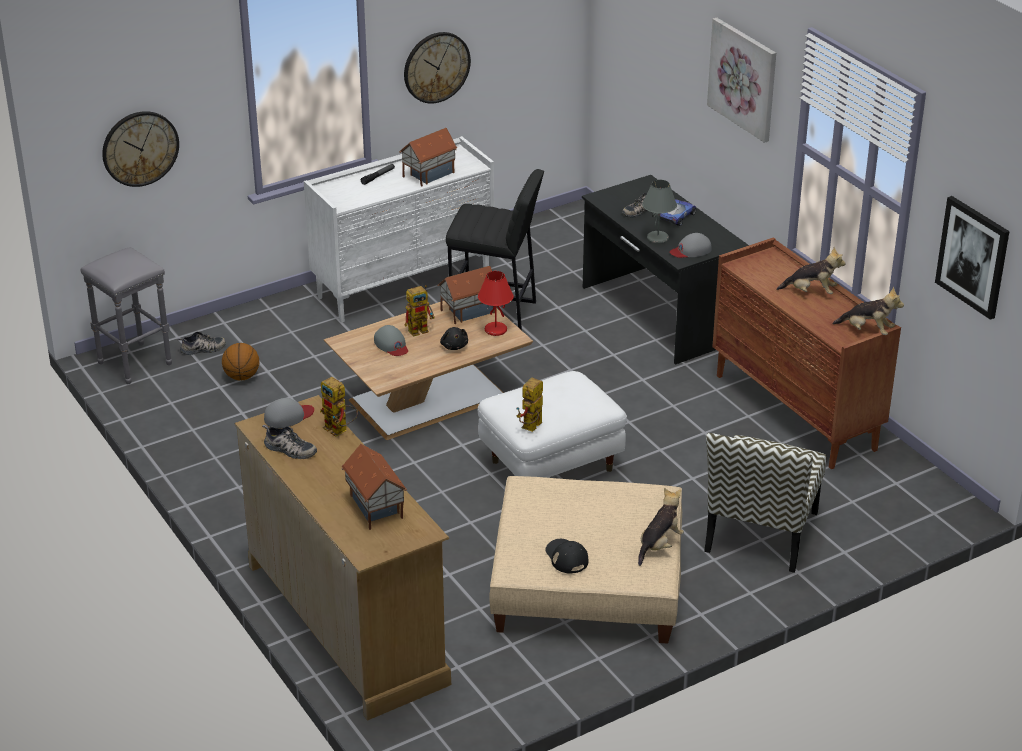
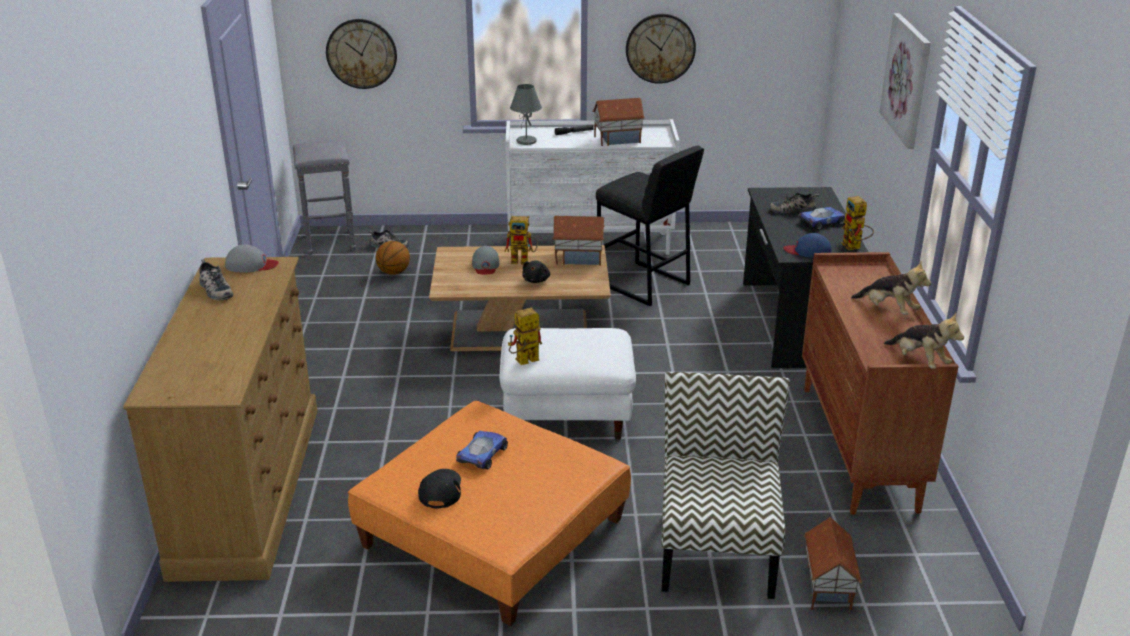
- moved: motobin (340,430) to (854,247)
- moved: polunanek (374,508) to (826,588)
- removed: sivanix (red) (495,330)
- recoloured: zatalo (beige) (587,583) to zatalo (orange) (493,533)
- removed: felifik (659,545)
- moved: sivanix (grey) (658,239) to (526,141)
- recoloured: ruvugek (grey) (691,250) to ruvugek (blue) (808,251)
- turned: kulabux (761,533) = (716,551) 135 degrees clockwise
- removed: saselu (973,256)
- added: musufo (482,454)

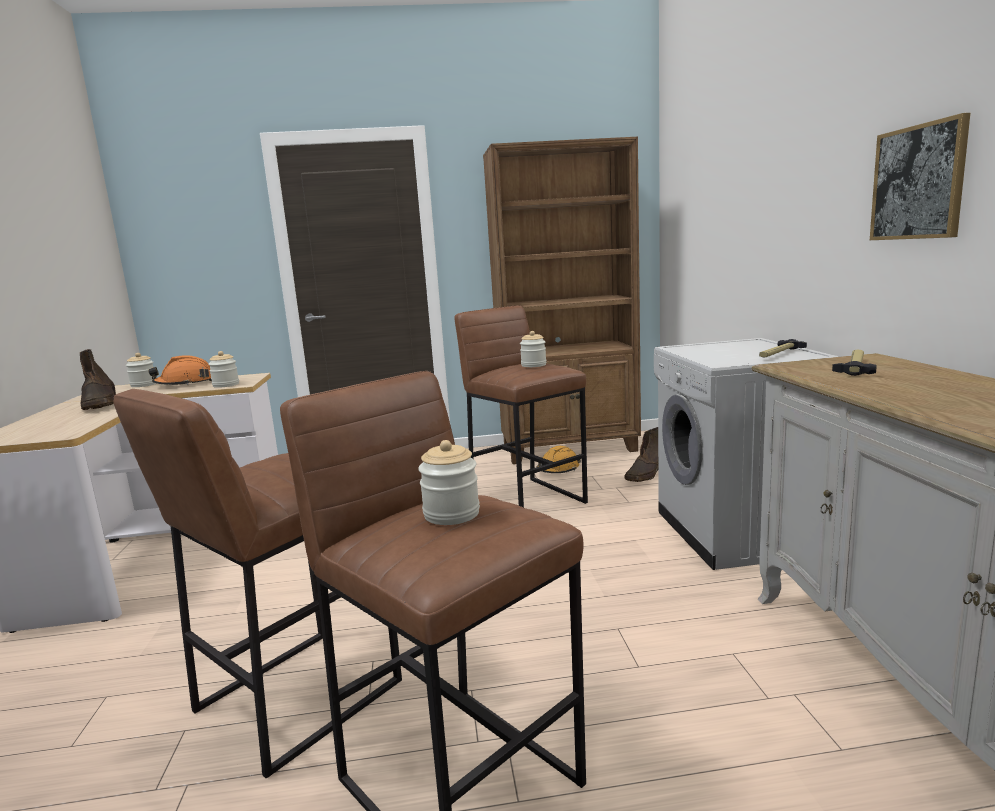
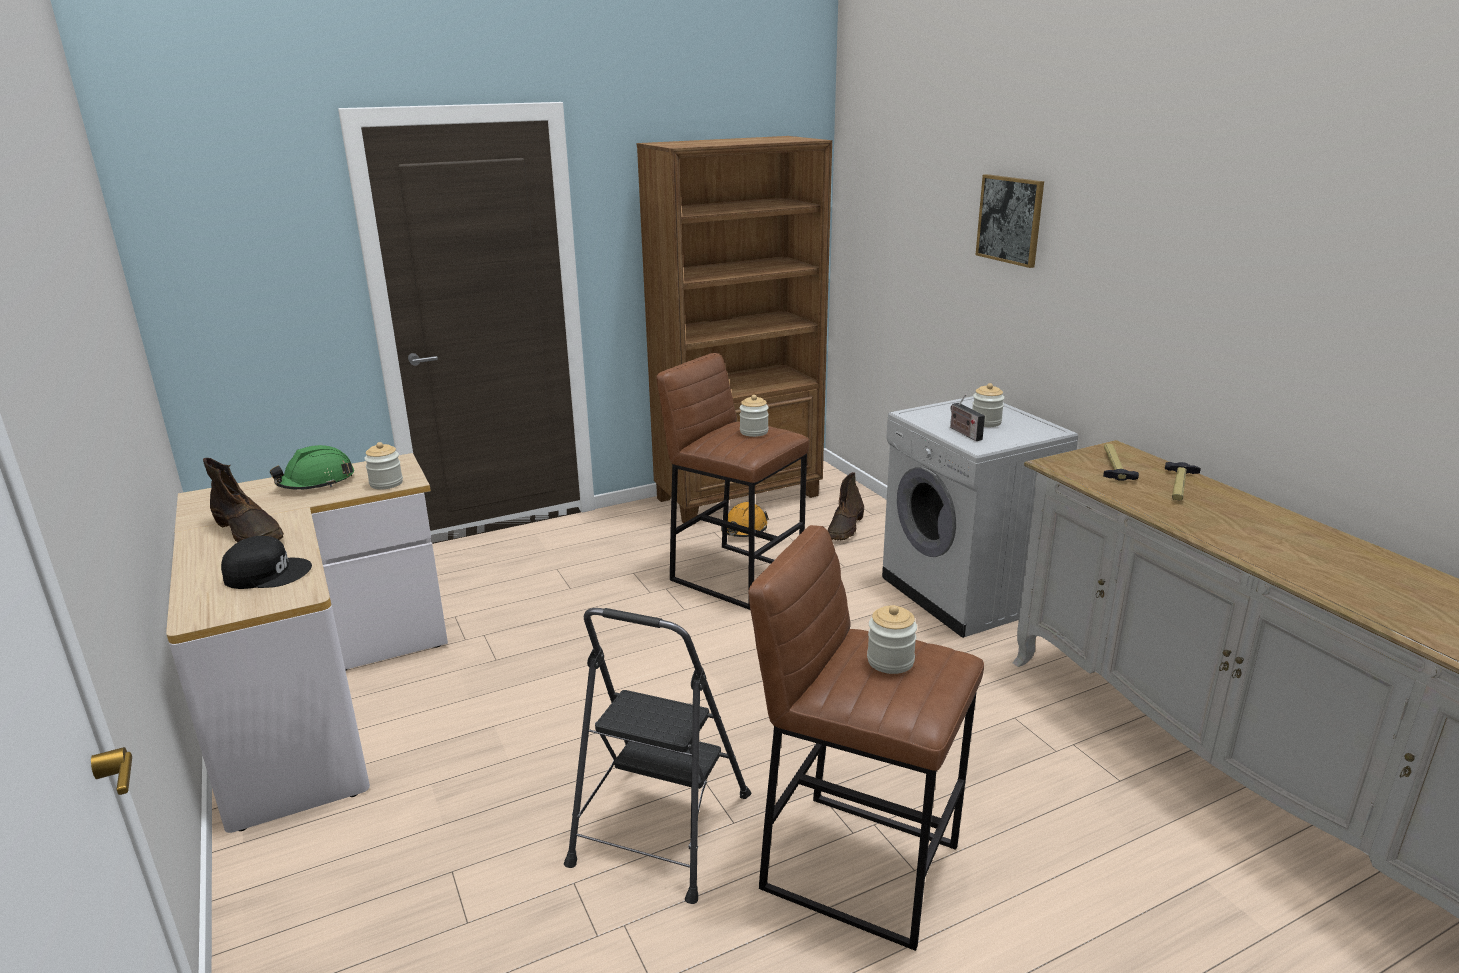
- replaced: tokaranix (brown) (296,697) to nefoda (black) (658,830)
- moved: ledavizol (144,385) to (986,422)
- recoloured: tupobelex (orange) (186,383) to tupobelex (green) (316,482)
- moved: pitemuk (779,354) to (1179,487)
- moved: saselu (918,182) to (1010,219)
- added: ruvugek (black) (267,573)
- added: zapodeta (964,433)

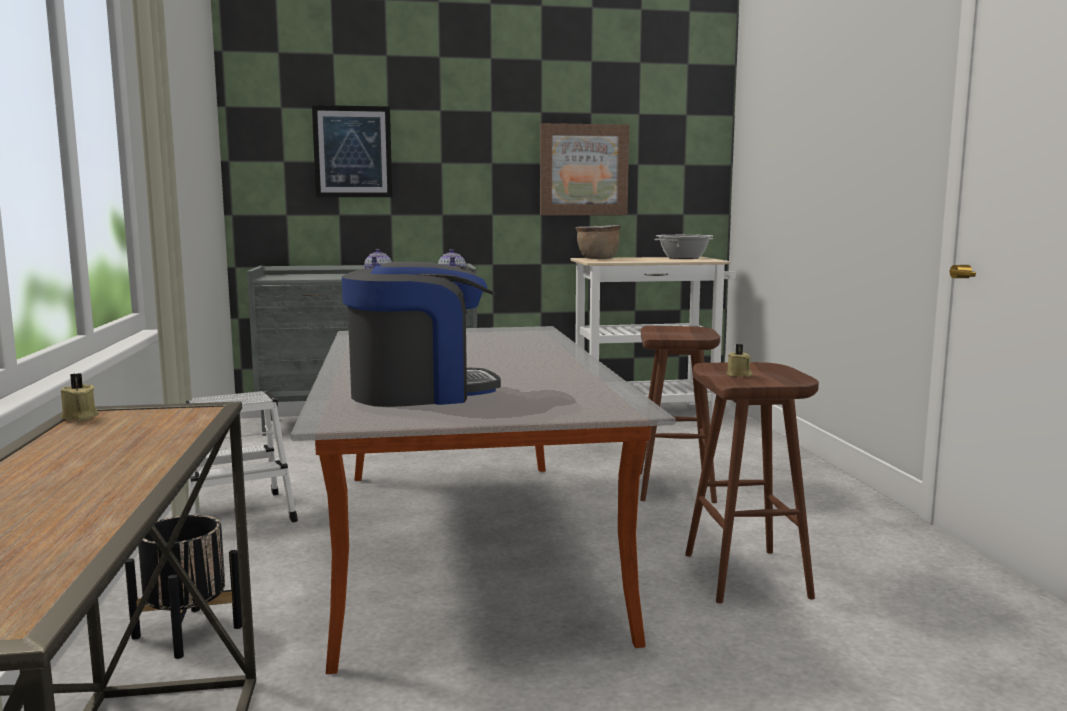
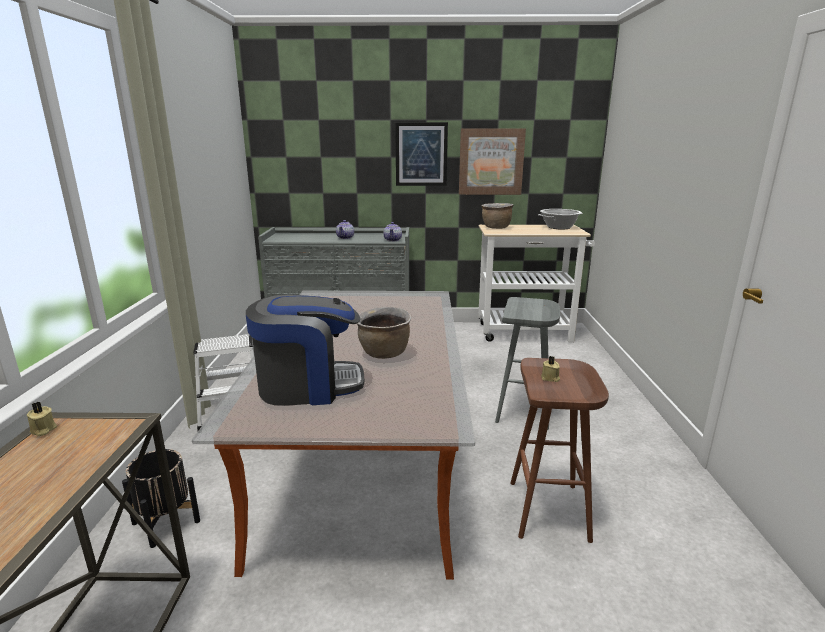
- moved: saselu (353,152) to (421,154)
- recoloured: tokaranix (brown) (676,488) to tokaranix (grey) (524,411)
- added: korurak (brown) (384,354)

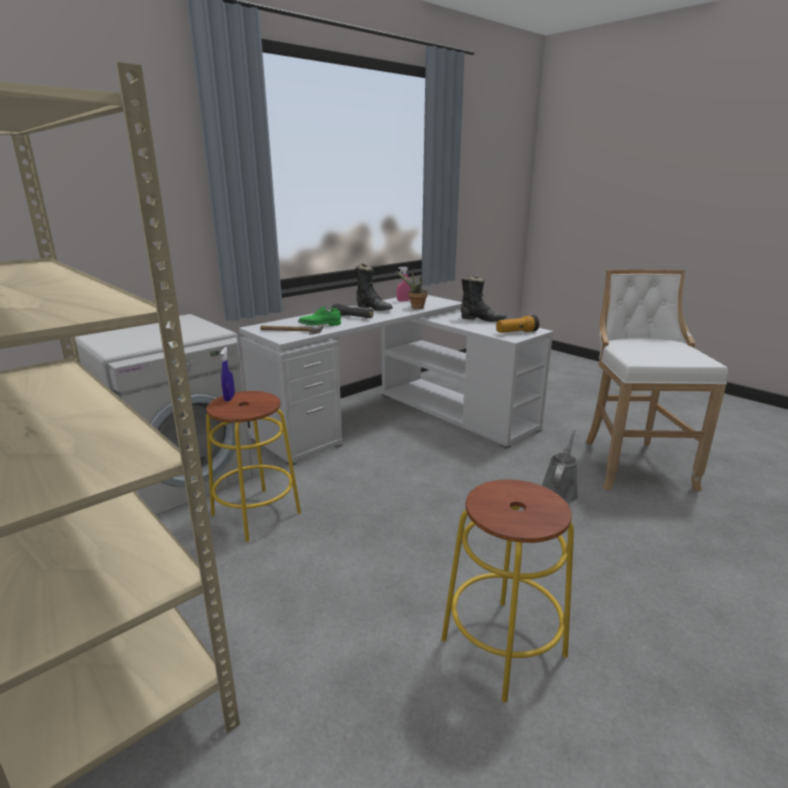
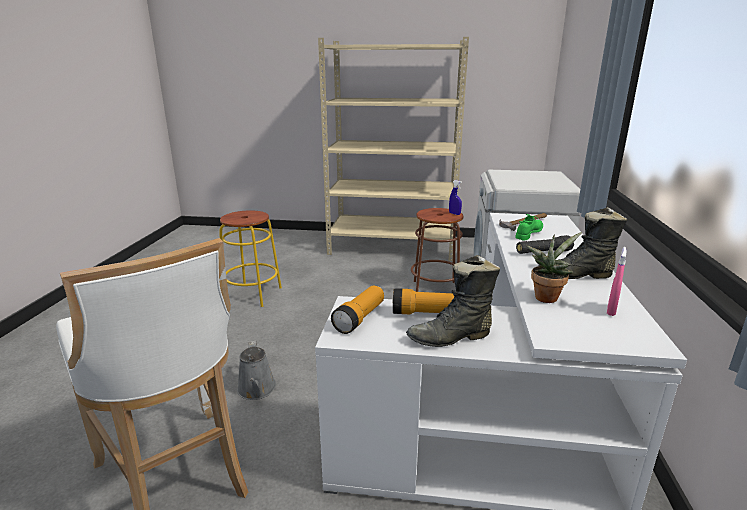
- recoloured: tokaranix (yellow) (256,513) to tokaranix (brown) (435,290)
- added: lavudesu (425,313)

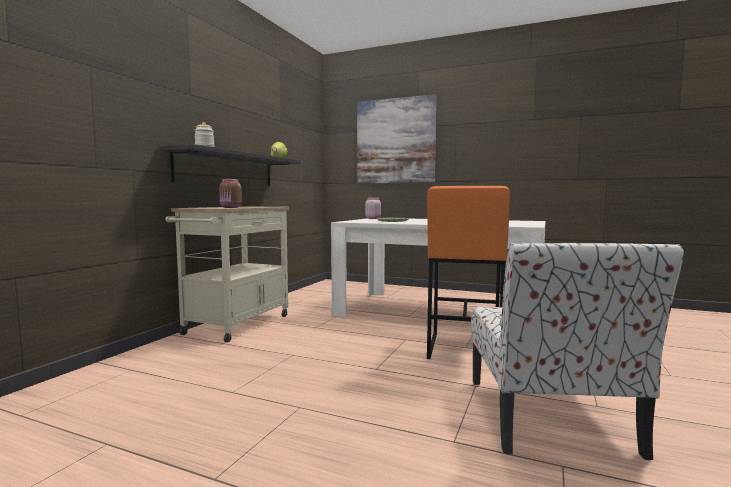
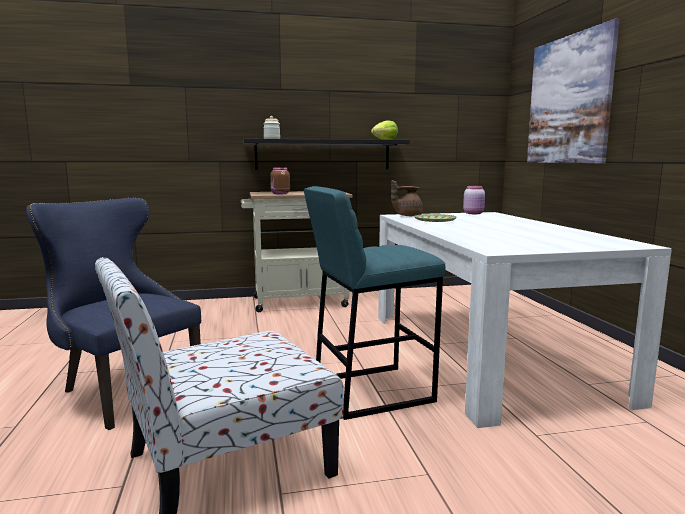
- recoloured: tokaranix (orange) (464,349) to tokaranix (turquoise) (370,391)
- added: kulabux (blue) (125,391)
- added: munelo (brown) (407,216)

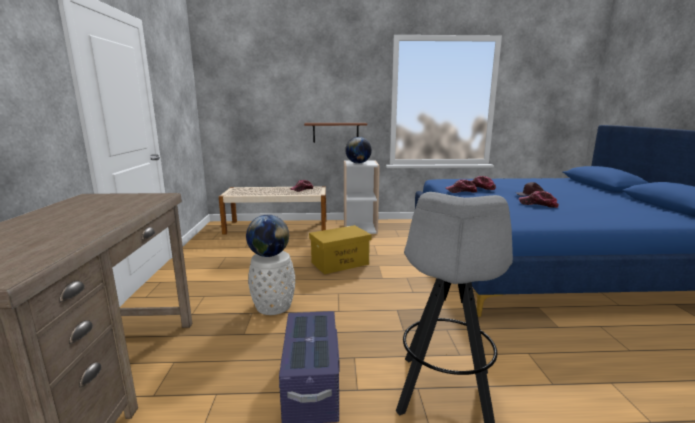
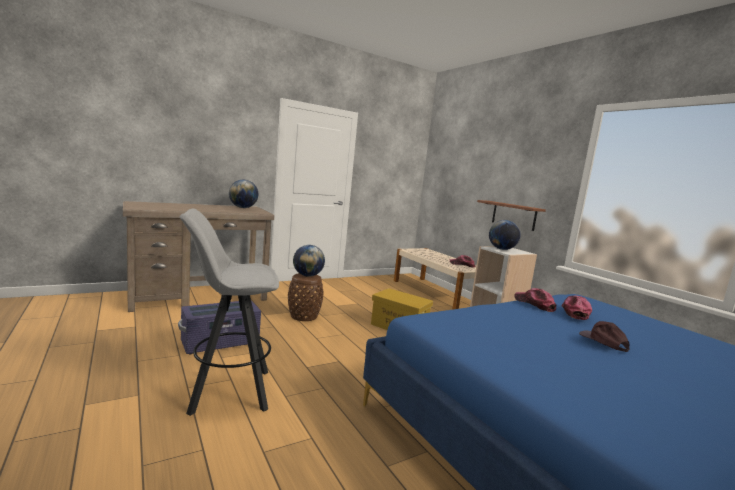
- recoloured: tokaranix (white) (273,306) to tokaranix (brown) (304,316)
- removed: ruvugek (538,204)
- added: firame (243,208)

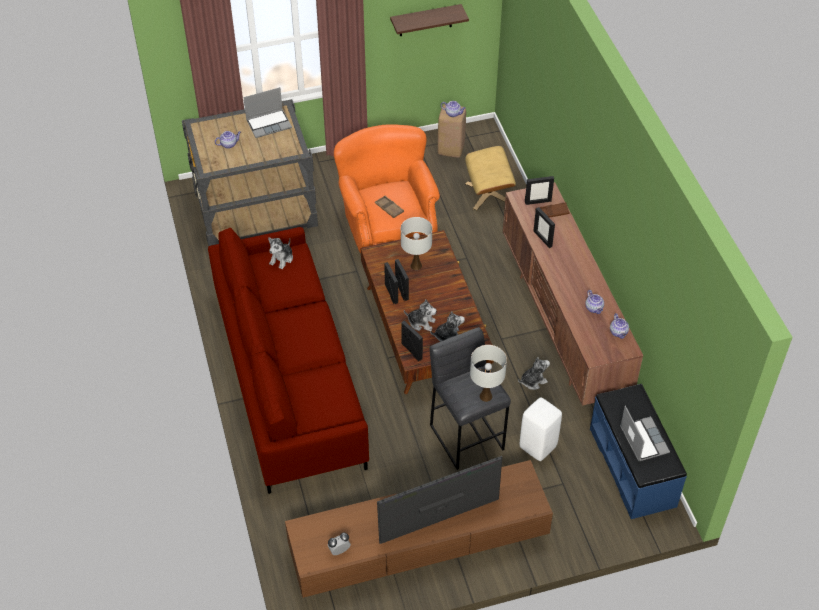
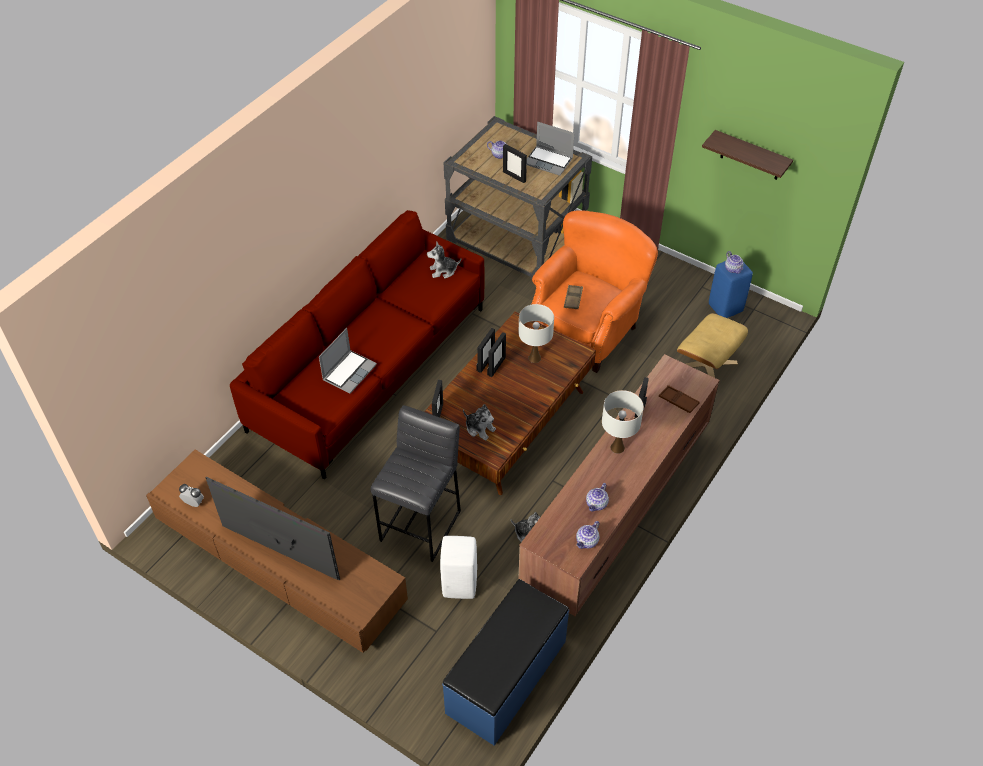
- removed: felifik (421,322)
- recoloured: tokaranix (beige) (451,149) to tokaranix (blue) (726,308)
- moved: sivanix (white) (486,396) to (617,447)
- moved: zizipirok (538,201) to (514,176)
- moved: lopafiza (643,439) to (349,372)

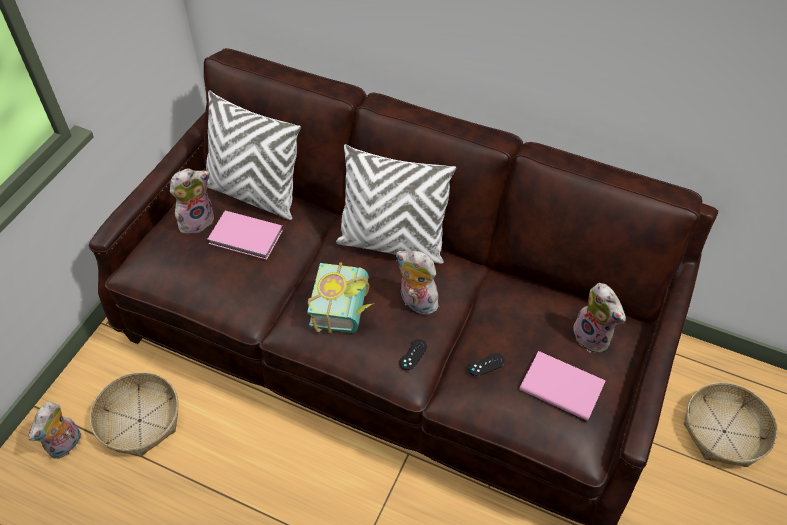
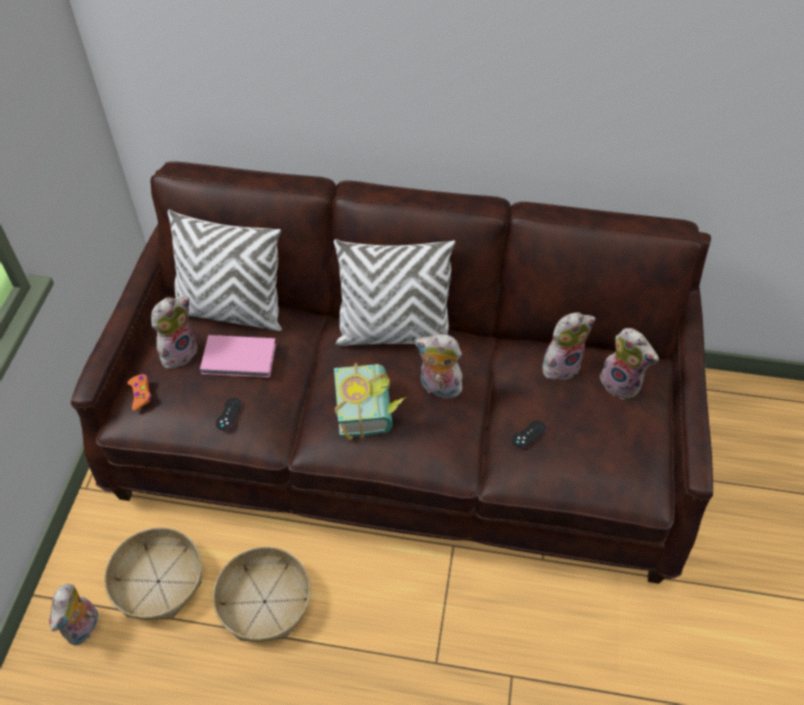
- moved: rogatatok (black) (413,354) to (229,414)
- removed: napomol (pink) (561,385)
- moved: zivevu (724,431) to (265,601)
- added: rogatatok (orange) (141,394)
- added: felifik (561,365)

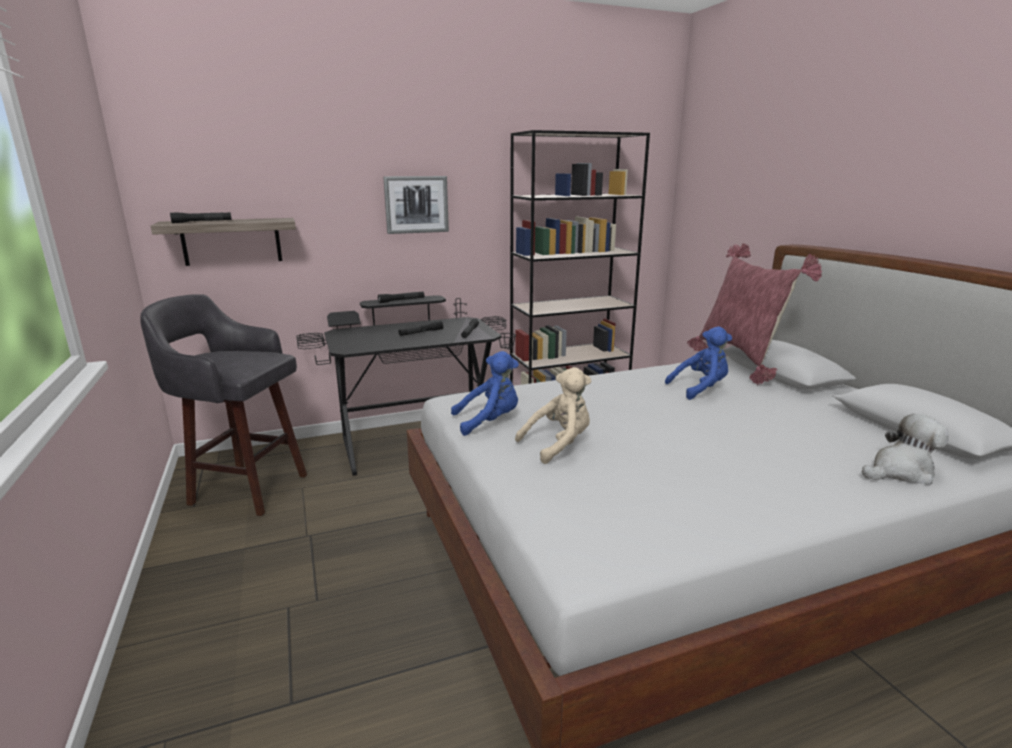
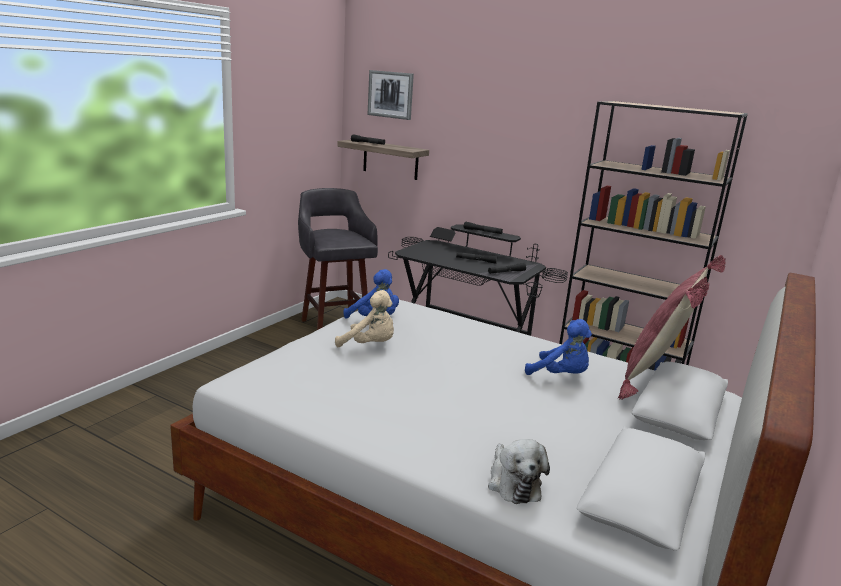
- moved: saselu (416,204) to (390,94)
- turned: felifik (900,472) = (513,483) 45 degrees clockwise

